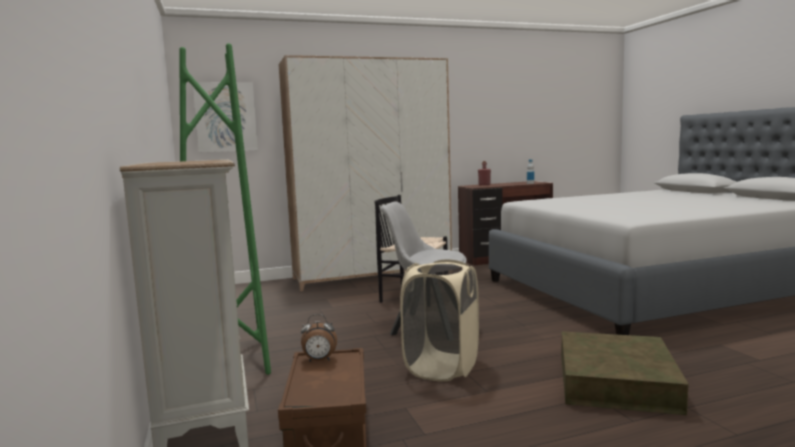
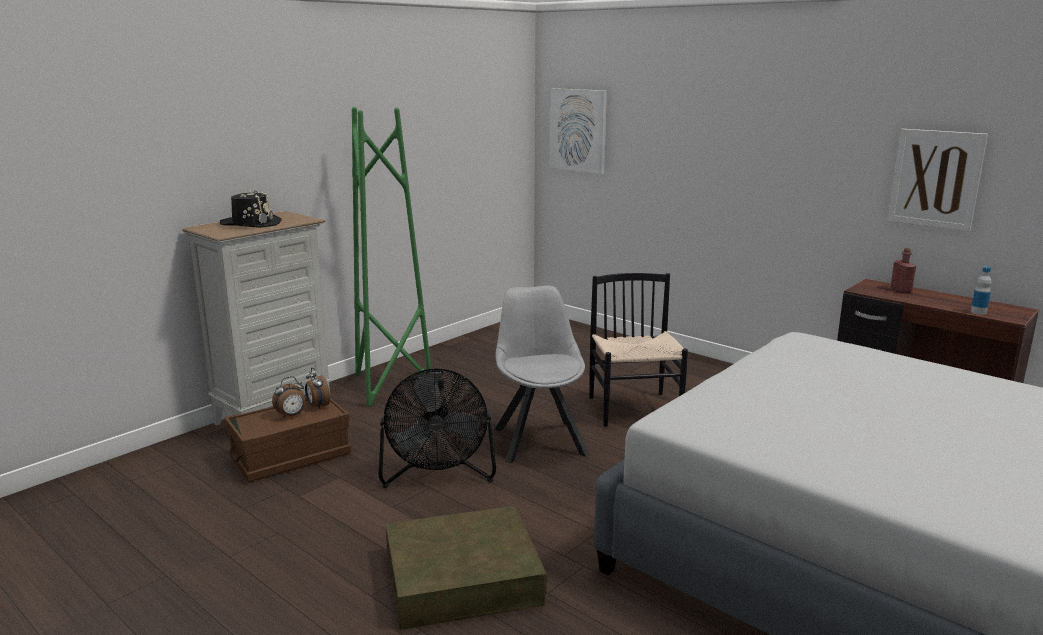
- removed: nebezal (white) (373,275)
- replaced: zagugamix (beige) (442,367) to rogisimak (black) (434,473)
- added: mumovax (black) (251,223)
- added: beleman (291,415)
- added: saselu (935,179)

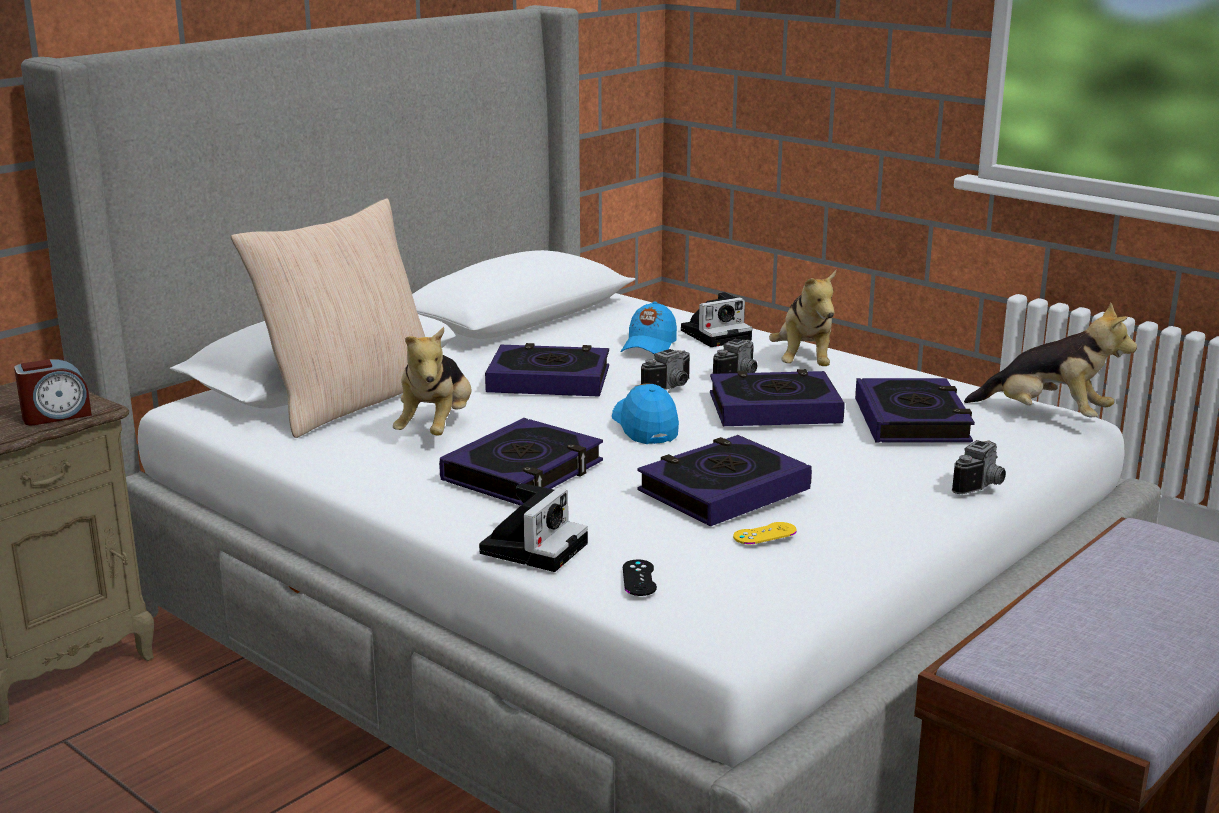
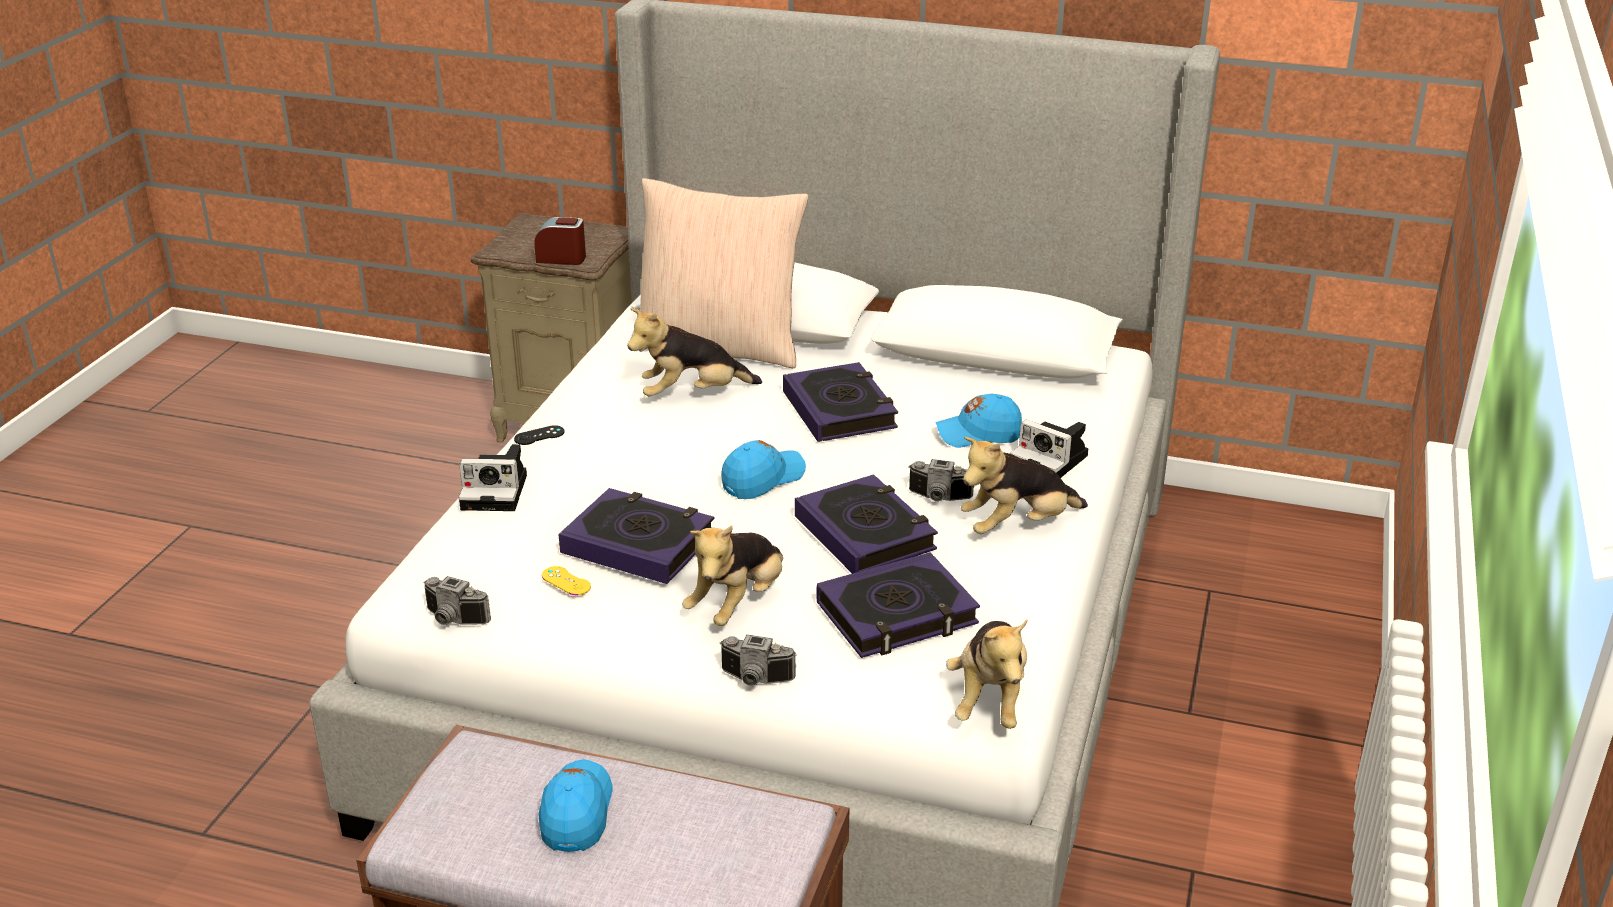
- turned: beleman (56,415) = (561,258) 150 degrees clockwise
- removed: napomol (523,472)
- moved: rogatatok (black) (639,578) to (539,435)
- moved: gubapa (672,387) to (453,620)
- added: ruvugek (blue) (576,812)
- added: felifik (738,603)

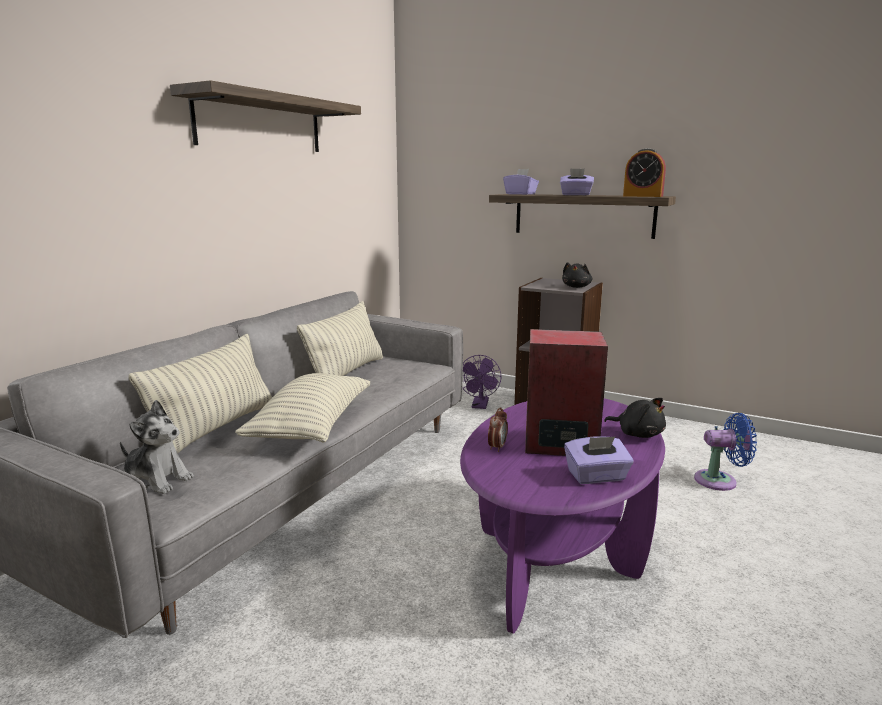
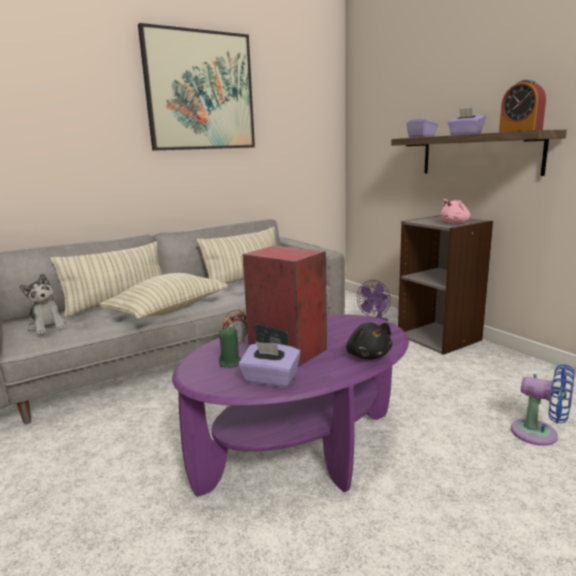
- replaced: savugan (260,123) to saselu (200,91)
- recoloured: felifik (black) (576,287) to felifik (pink) (455,223)
- added: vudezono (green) (230,363)

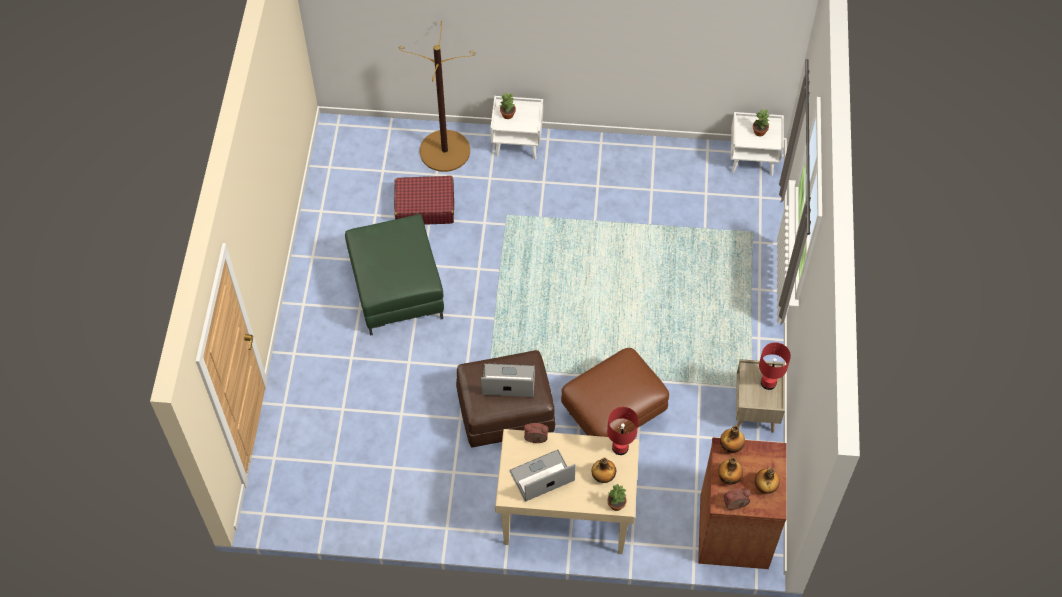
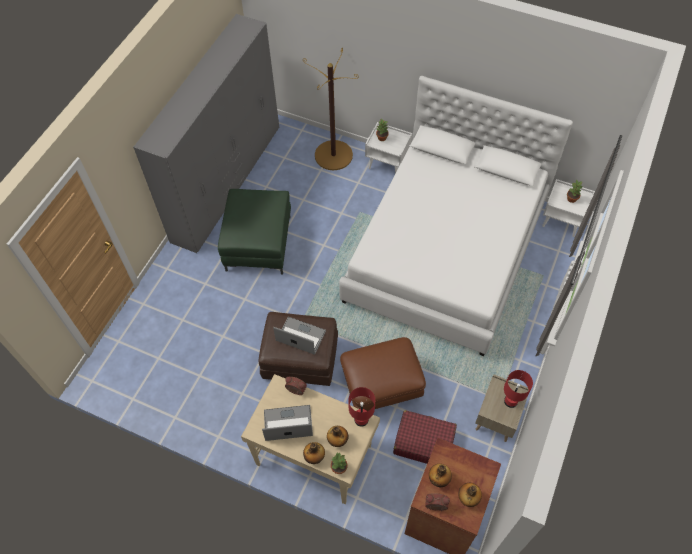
- moved: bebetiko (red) (424,206) to (423,442)
- moved: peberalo (731,446) to (314,457)
- added: nebezal (grey) (227,182)
- added: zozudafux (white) (446,251)

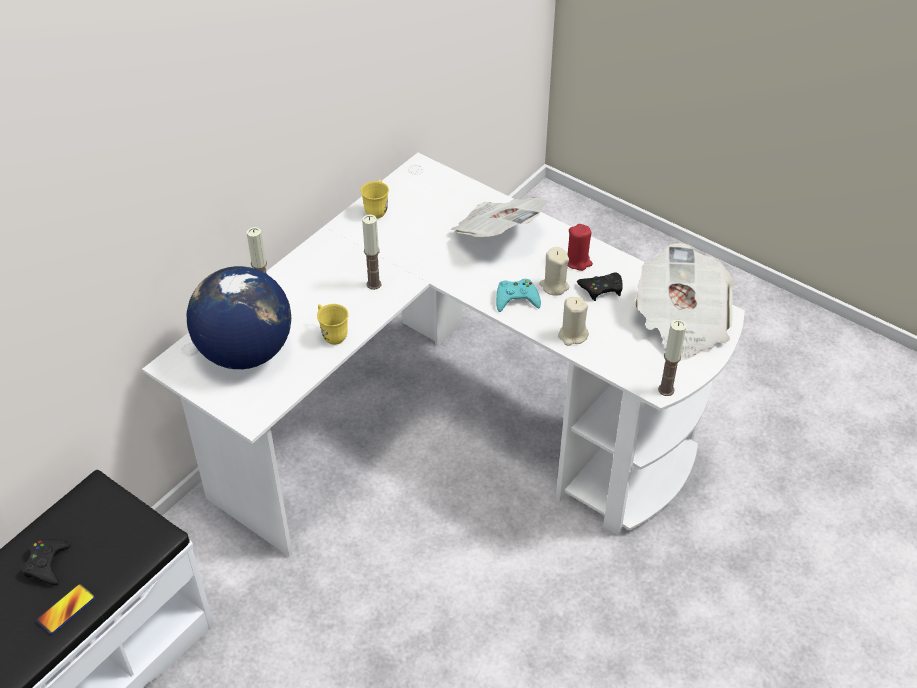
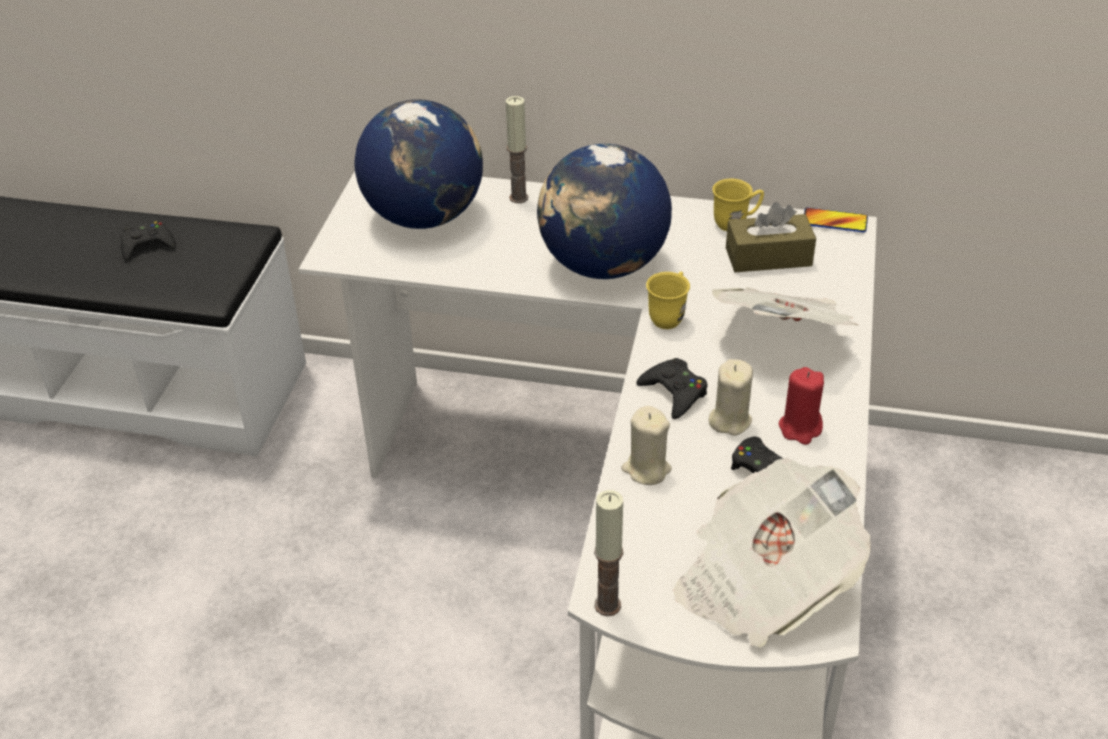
- moved: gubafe (66,609) to (834,221)
- moved: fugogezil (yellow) (332,334) to (669,316)
- replaced: vudezono (374,284) to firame (603,266)
- recoloured: rogatatok (turquoise) (516,299) to rogatatok (black) (674,393)
- added: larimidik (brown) (768,257)

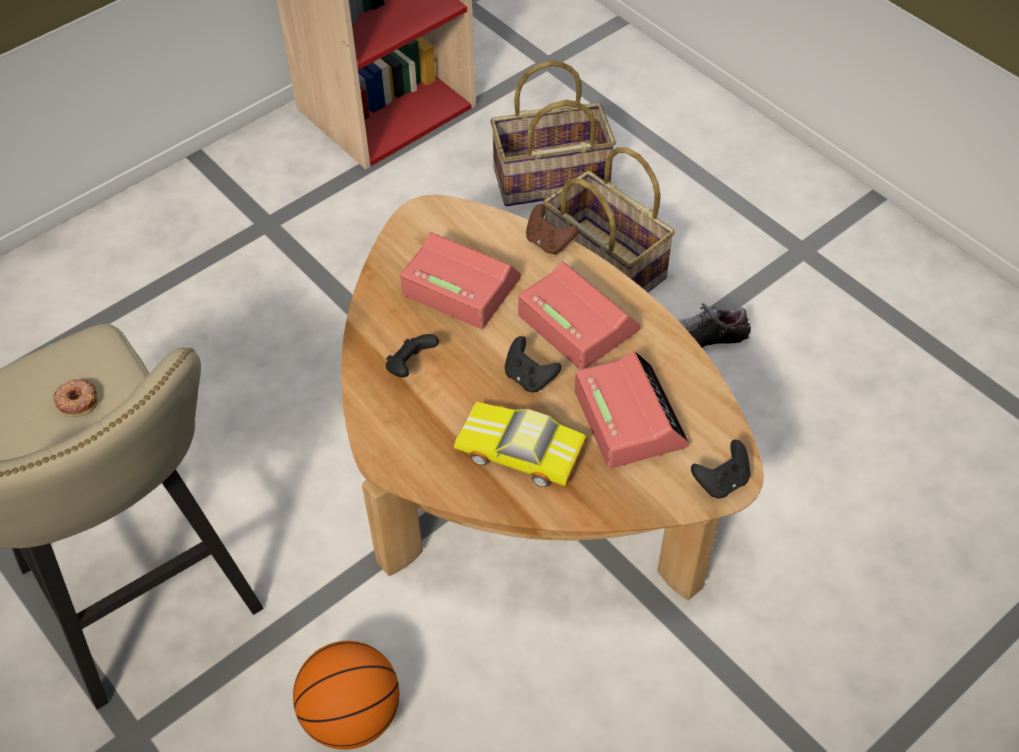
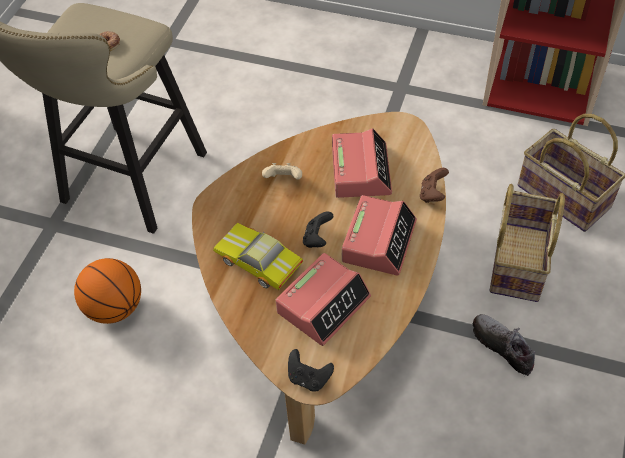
- recoloured: rogatatok (black) (410,366) to rogatatok (beige) (283,180)
- turned: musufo (521,453) = (258,263) 45 degrees counterclockwise

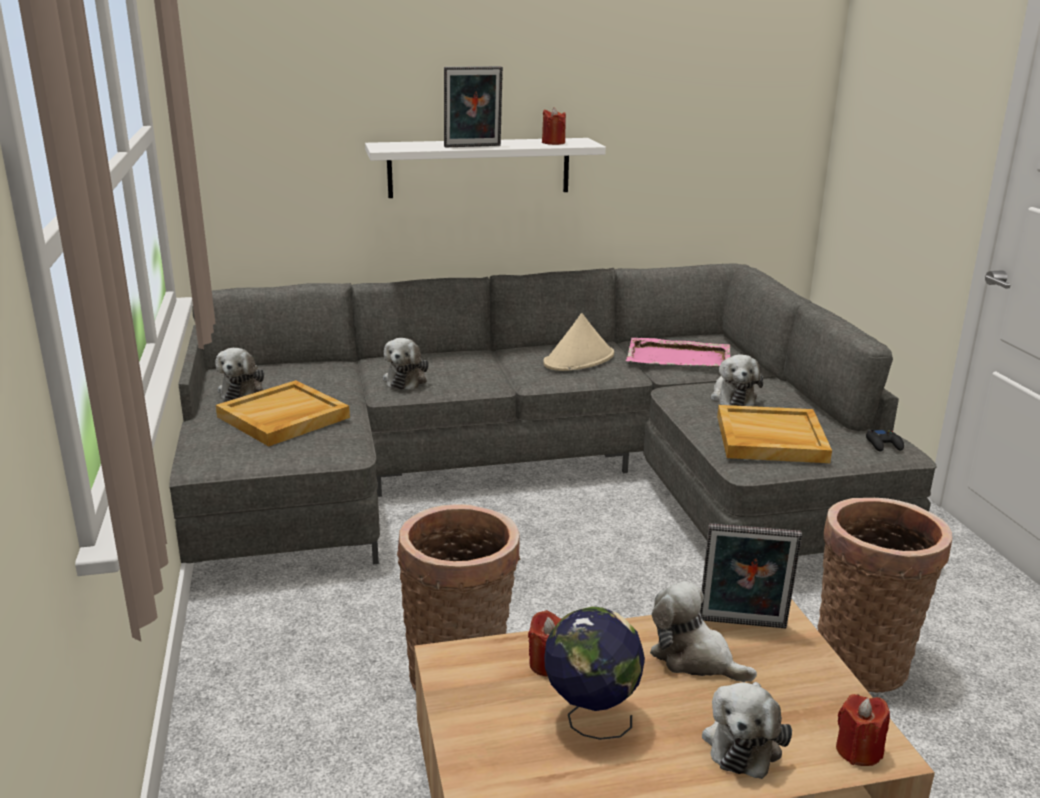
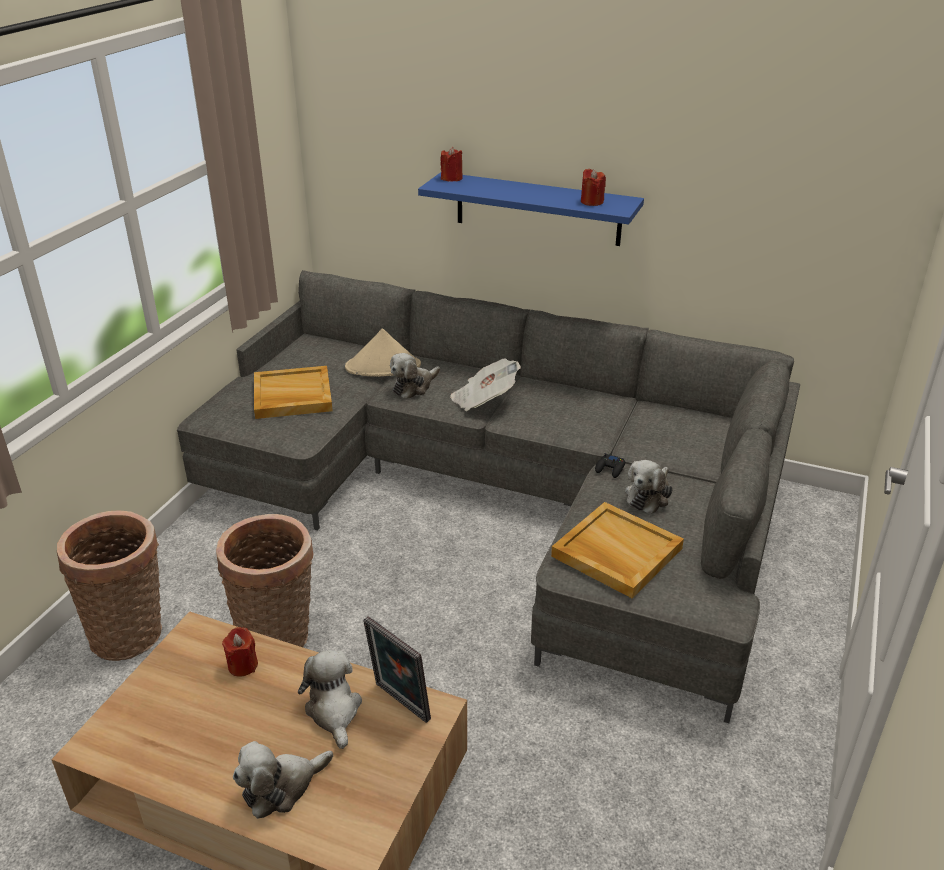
- removed: felifik (243,390)
- recoloured: savugan (white) (479,167) to savugan (blue) (537,209)
- removed: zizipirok (473,146)
- moved: mumovax (beige) (579,360) to (383,367)
- removed: firame (590,719)
- removed: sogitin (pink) (679,357)
- moved: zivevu (863,660) to (131,634)
- moved: vudezono (red) (858,751) to (451,178)
- moved: rogatatok (black) (884,445) to (610,469)
- added: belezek (484,400)

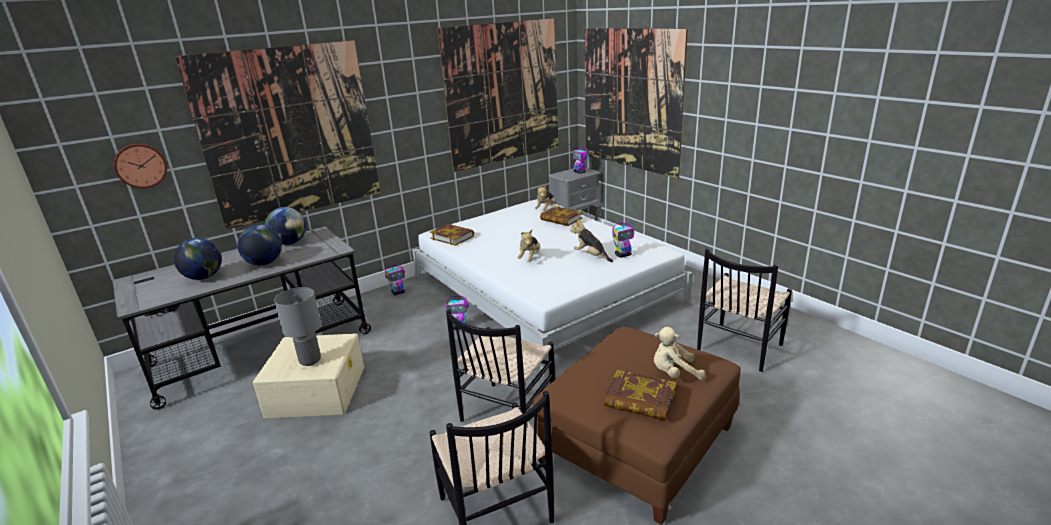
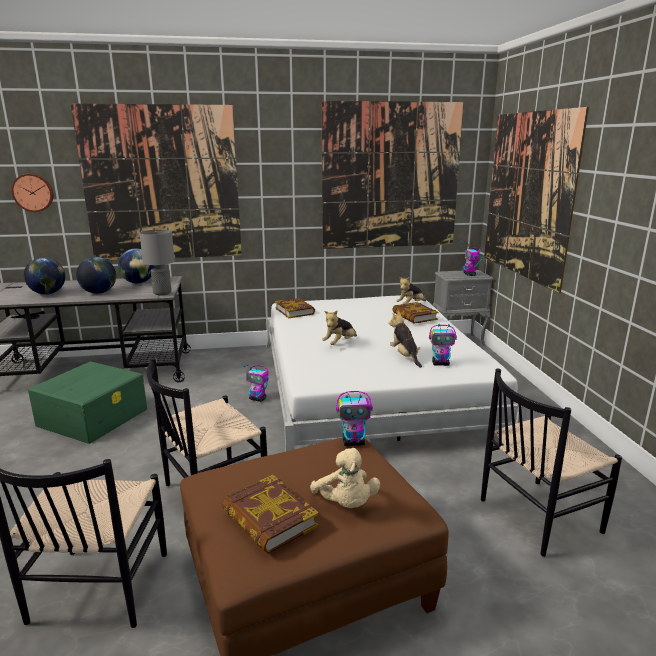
- recoloured: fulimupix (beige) (317,390) to fulimupix (green) (93,417)
- moved: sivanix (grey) (310,361) to (162,294)
- moved: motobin (398,292) to (354,442)
- turned: felifik (beige) (674,373) = (346,504) 135 degrees counterclockwise

